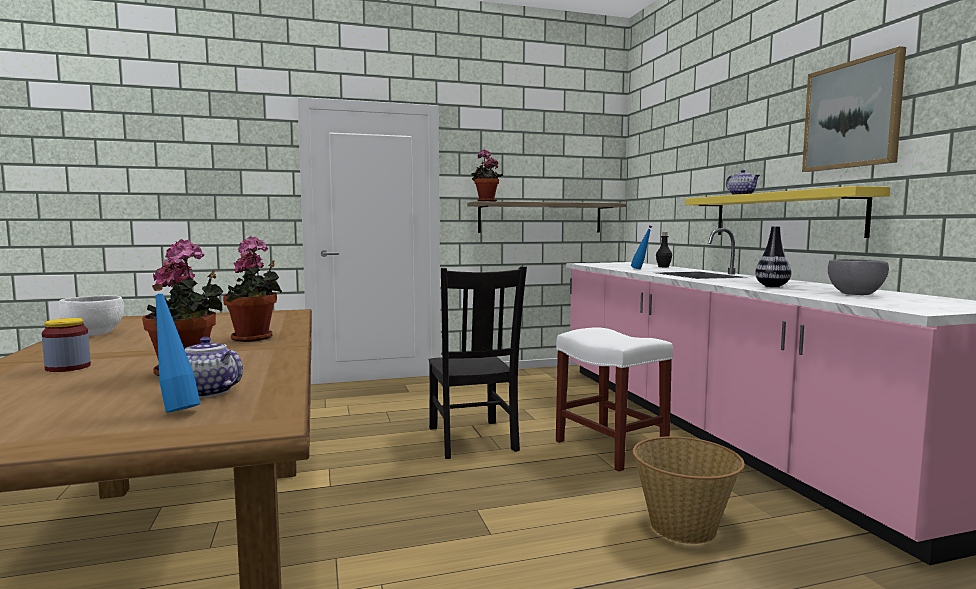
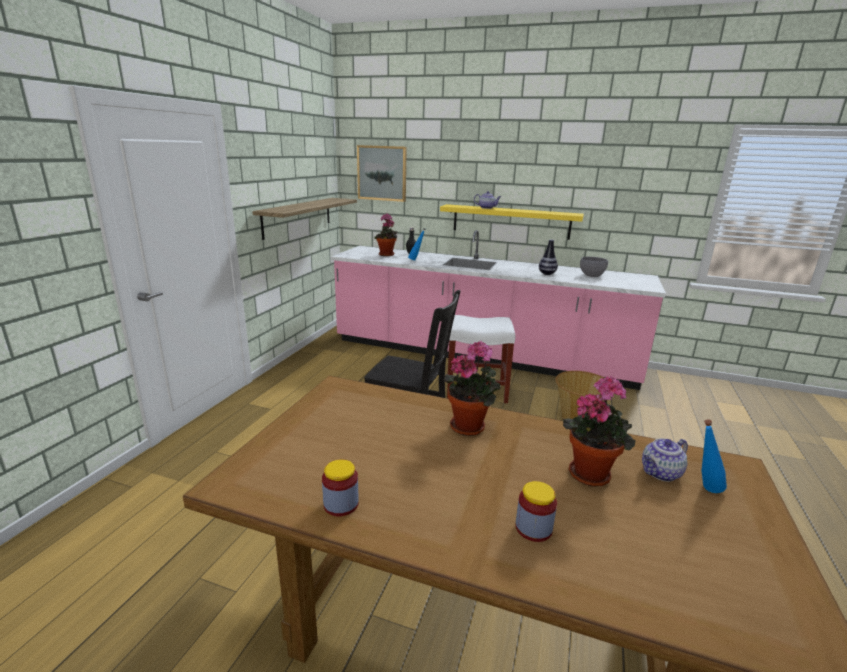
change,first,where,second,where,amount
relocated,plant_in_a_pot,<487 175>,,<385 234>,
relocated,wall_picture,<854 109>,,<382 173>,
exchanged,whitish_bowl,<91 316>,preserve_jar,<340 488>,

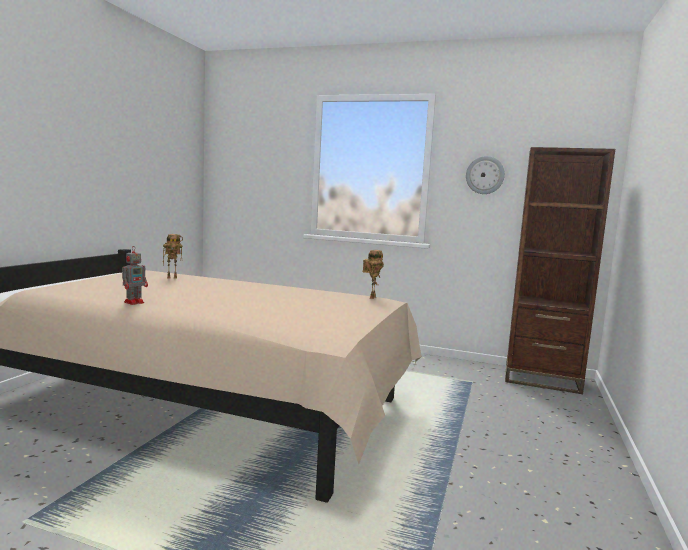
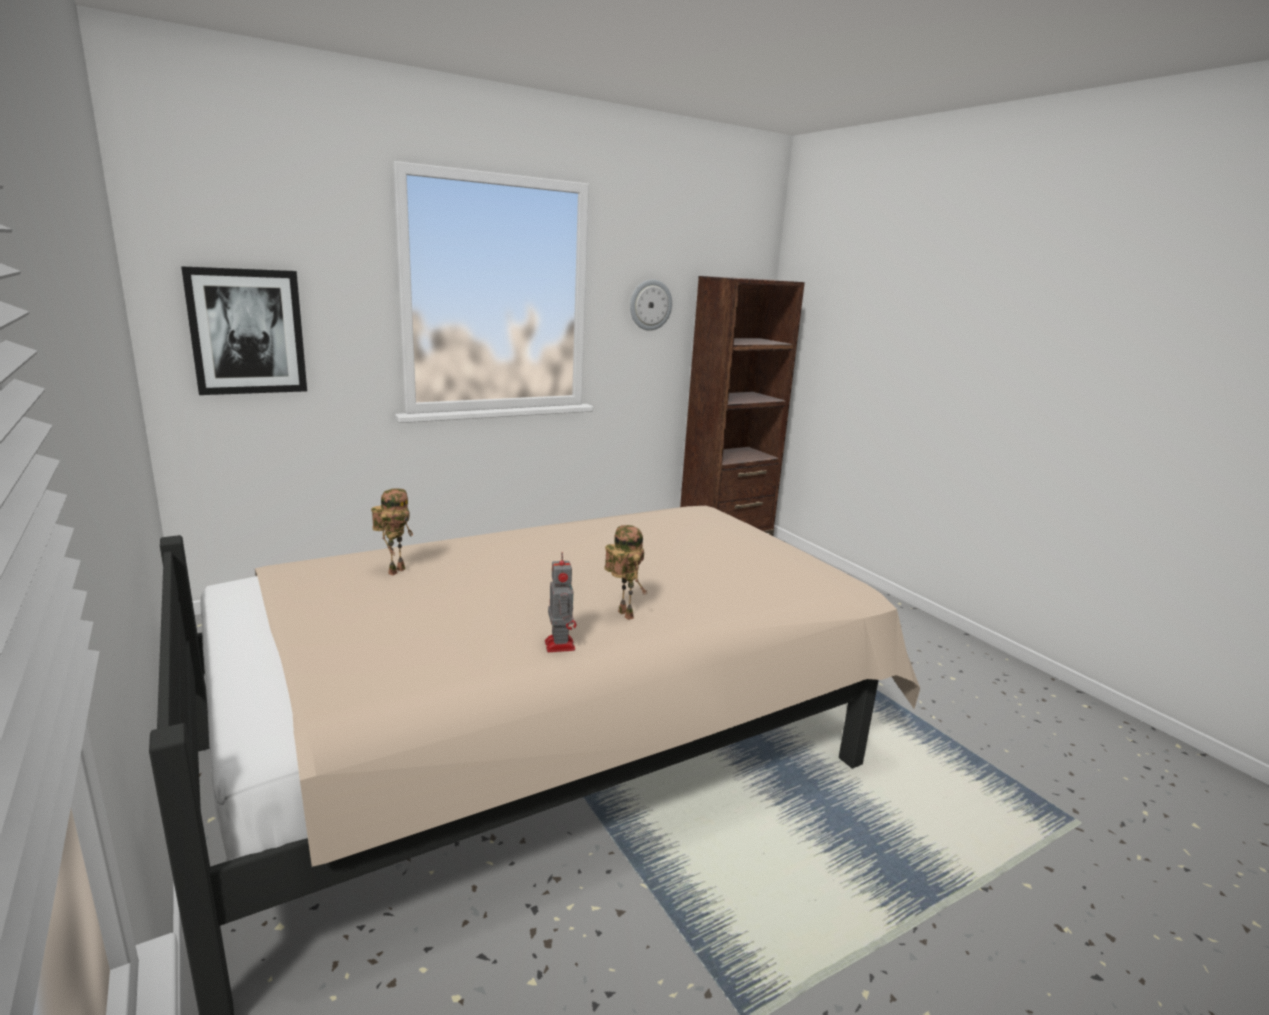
change,first,where,second,where,amount
appeared,,,wall_picture,<244 330>,
relocated,toy_robot,<373 274>,,<626 572>,

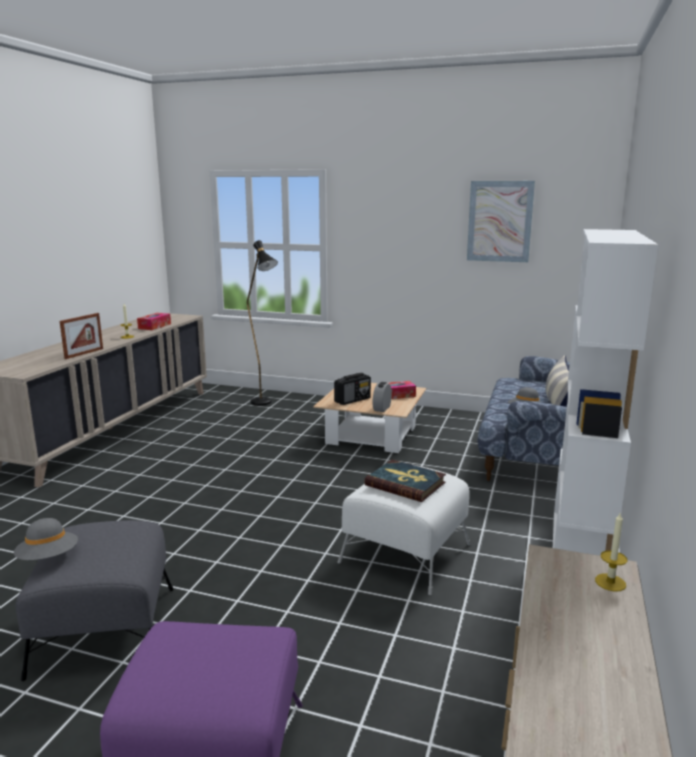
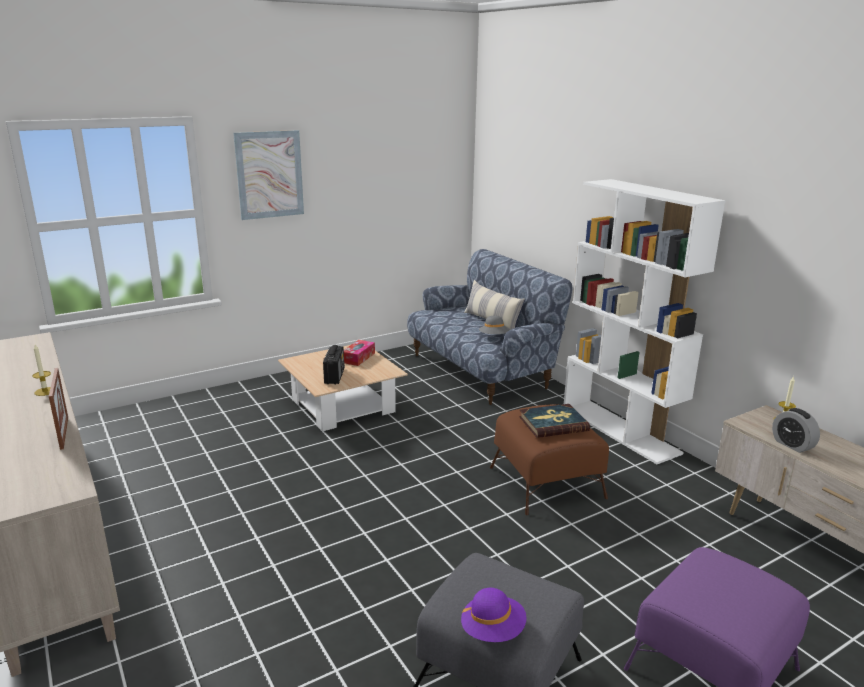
change,first,where,second,where,amount
missing,tissue_box,<154 321>,,,
missing,black_floor_lamp,<262 323>,,,
relocated,alarm_clock,<382 397>,,<796 430>,
relocated,wall_picture,<501 221>,,<268 175>,
colour,gray_clothing_hat,<46 539>,purplish_clothing_hat,<494 615>,
colour,whitish_ottoman,<404 529>,brown_ottoman,<549 459>,

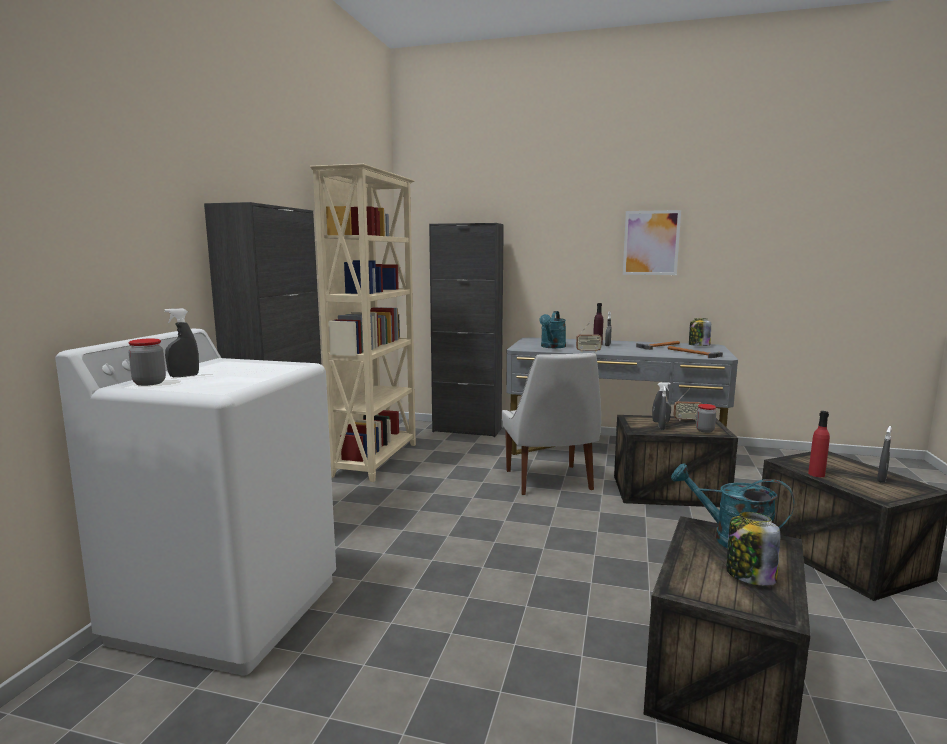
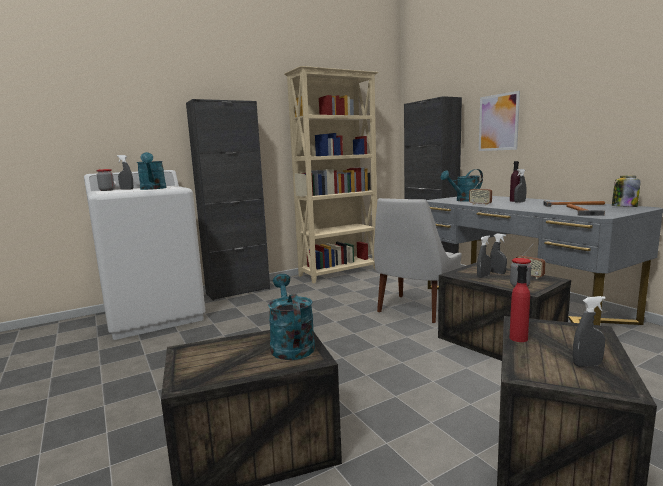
change,first,where,second,where,amount
missing,preserve_jar,<753 549>,,,
appeared,,,turquoise-coloured_watering_pot,<152 171>,
relocated,wall_picture,<652 242>,,<499 121>,

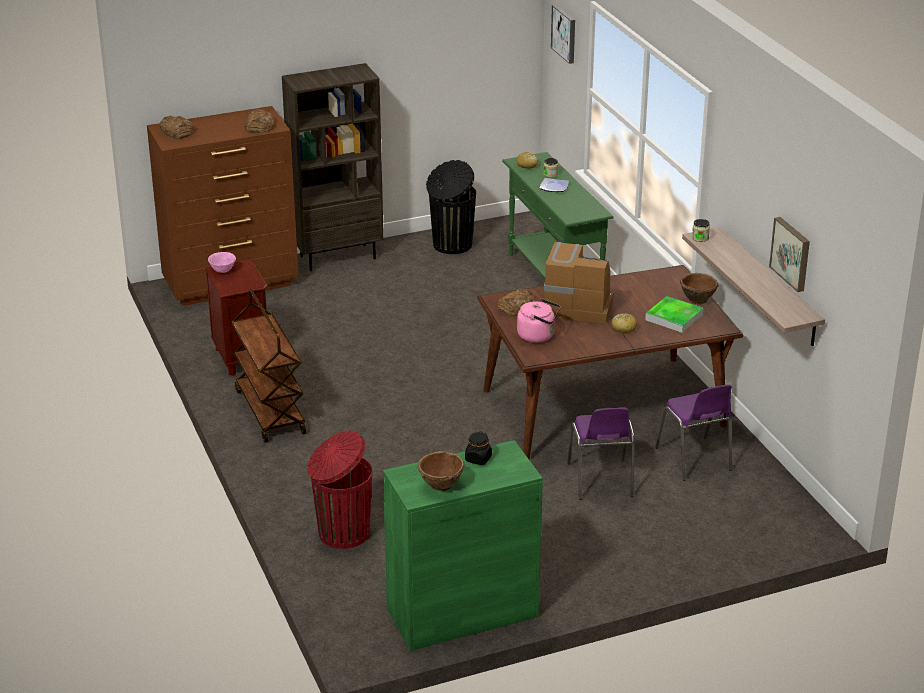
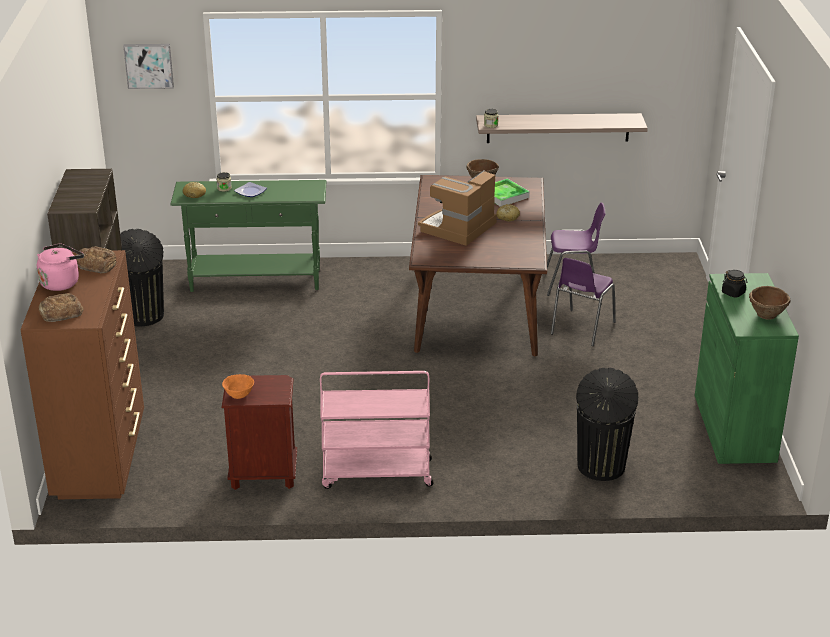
change,first,where,second,where,amount
missing,bread,<517 302>,,,
missing,wall_picture,<789 254>,,,
relocated,pink-coloured_tea_kettle,<539 321>,,<60 267>,
colour,pink-coloured_bowl,<222 262>,orange-coloured_bowl,<238 386>,
colour,brown_wheeled_cart,<268 366>,pink-coloured_wheeled_cart,<376 430>,
colour,red_trash_can,<340 489>,black_trash_can,<607 424>,
spun,purplish_plain_chair,<601 454>,,<583 302>,105 degrees clockwise

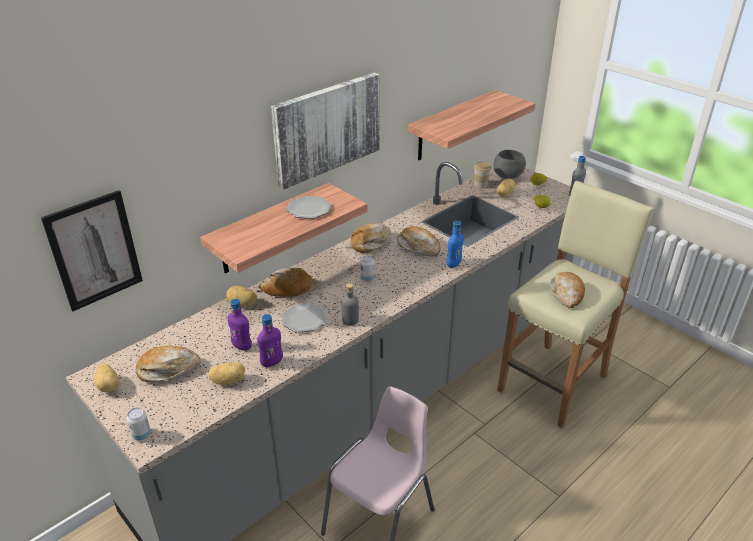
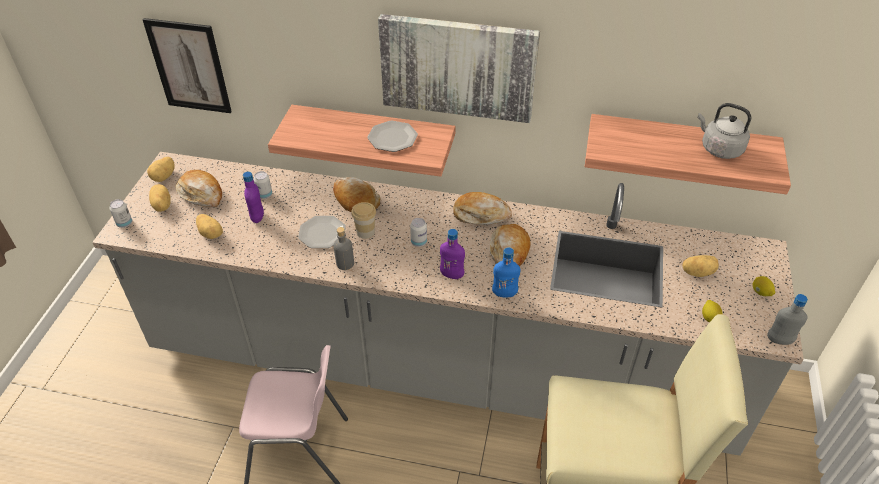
change,first,where,second,where,amount
missing,gray_bowl,<509 164>,,,
missing,bread,<568 290>,,,
appeared,,,sealed_can,<262 185>,
appeared,,,gray_tea_kettle,<724 131>,
relocated,spud,<241 296>,,<160 198>,
relocated,purplish_beverage_bottle,<270 340>,,<452 254>,
relocated,cup,<482 174>,,<363 220>,

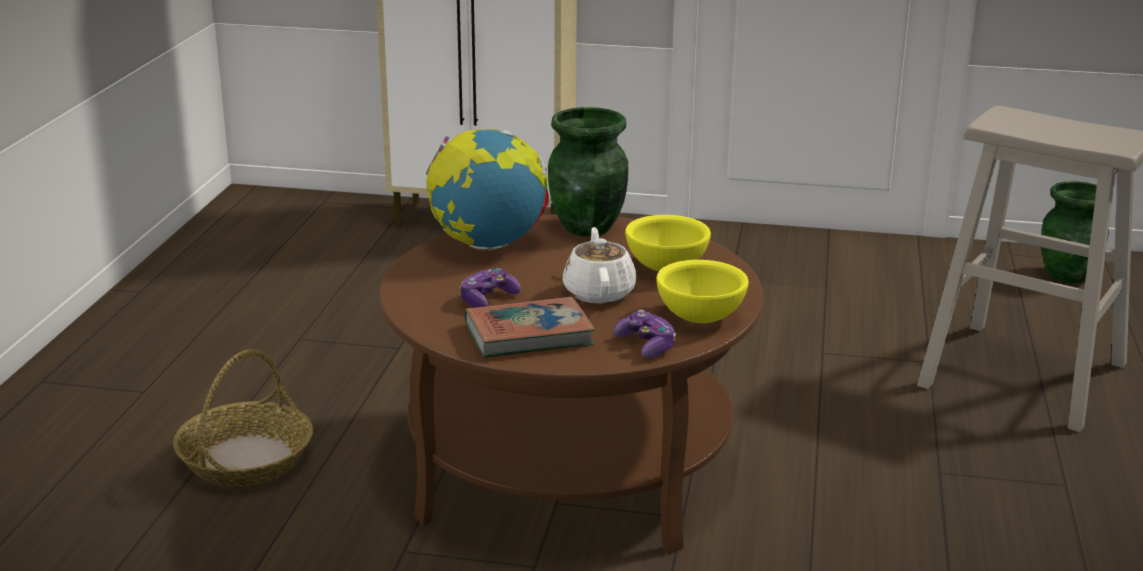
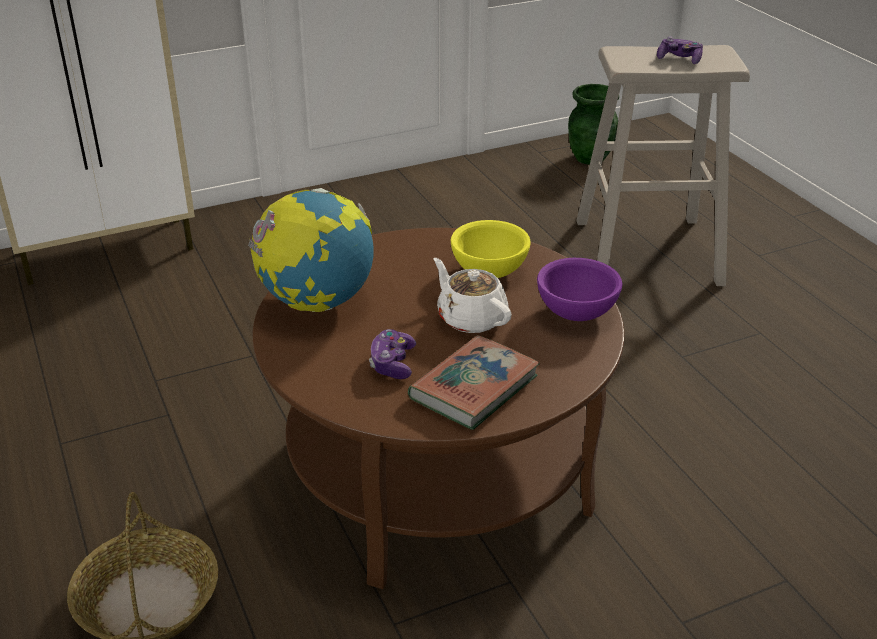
change,first,where,second,where,amount
missing,green_vase,<588 171>,,,
relocated,joypad,<644 333>,,<680 50>,
colour,yellowish_bowl,<702 291>,purplish_bowl,<580 289>,

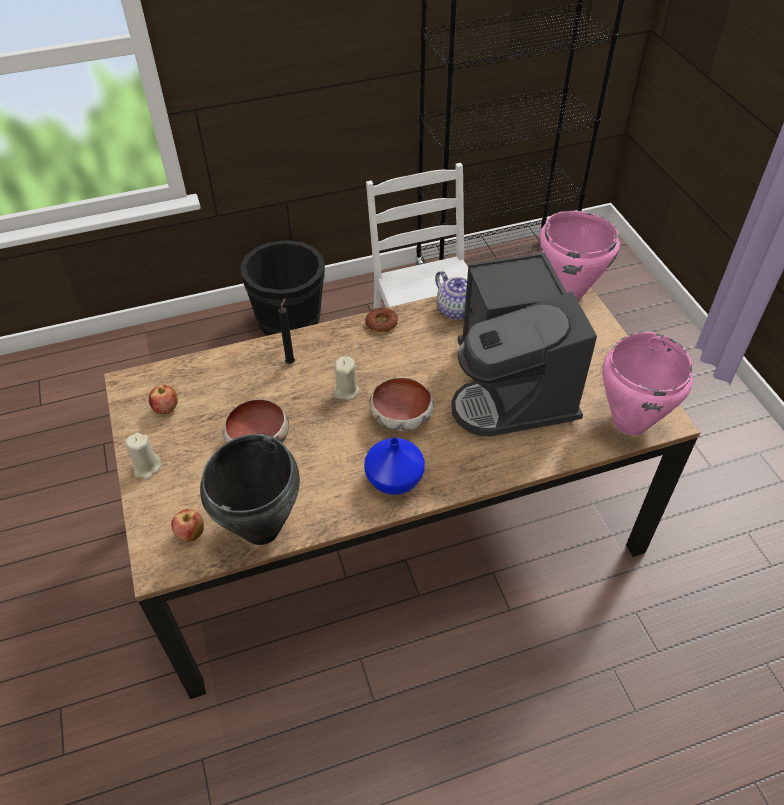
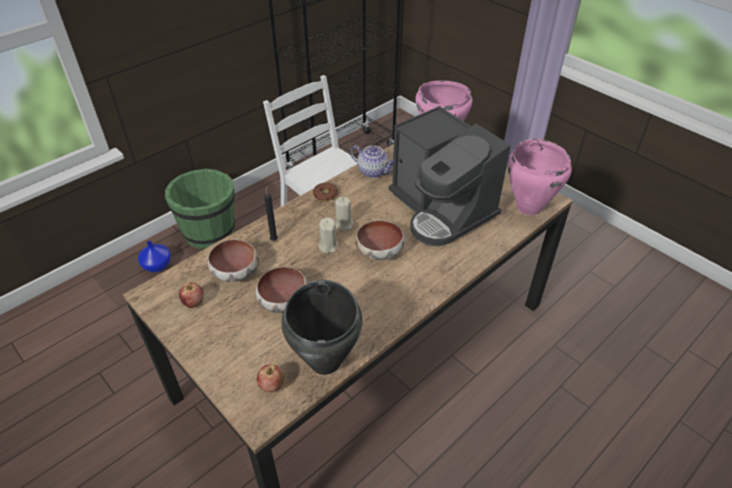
change,first,where,second,where,amount
appeared,,,bowl,<233 260>,
relocated,beige-coloured_wax_candle,<143 456>,,<344 214>,
relocated,blue-coloured_vase,<394 466>,,<154 256>,
colour,black_bucket,<282 287>,green_bucket,<200 209>,

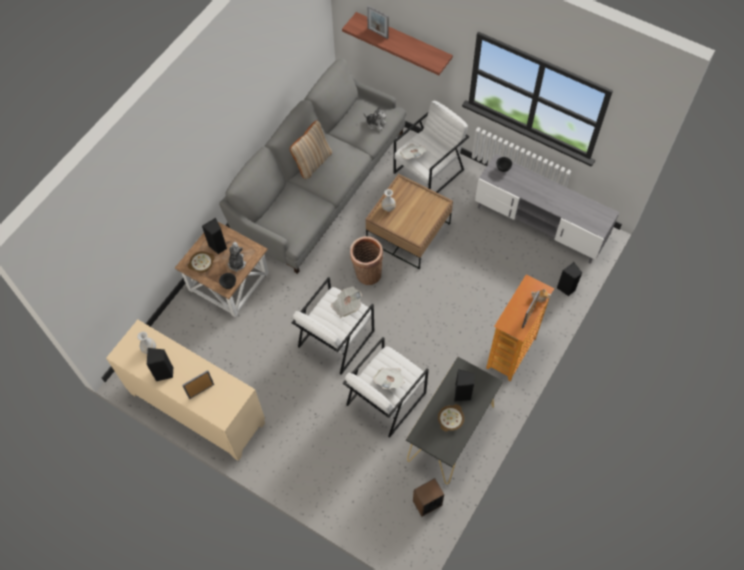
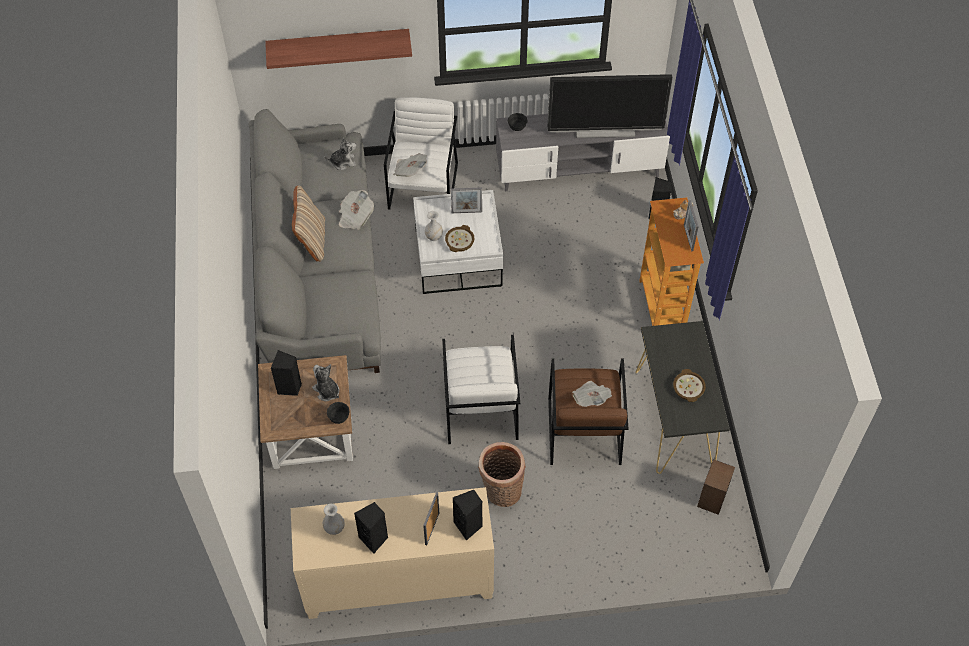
change,first,where,second,where,amount
appeared,,,TV_set,<610 106>,
relocated,bowl,<201 262>,,<459 238>,
relocated,daily_paper,<346 302>,,<356 210>,
relocated,basket,<366 260>,,<502 474>,
relocated,picture_frame,<377 22>,,<466 200>,
relocated,black_loudspeaker,<464 385>,,<467 515>,
colour,whitish_lounge_chair,<386 387>,brown_lounge_chair,<588 412>,
colour,brown_coffee_table,<409 221>,whitish_coffee_table,<458 242>,

